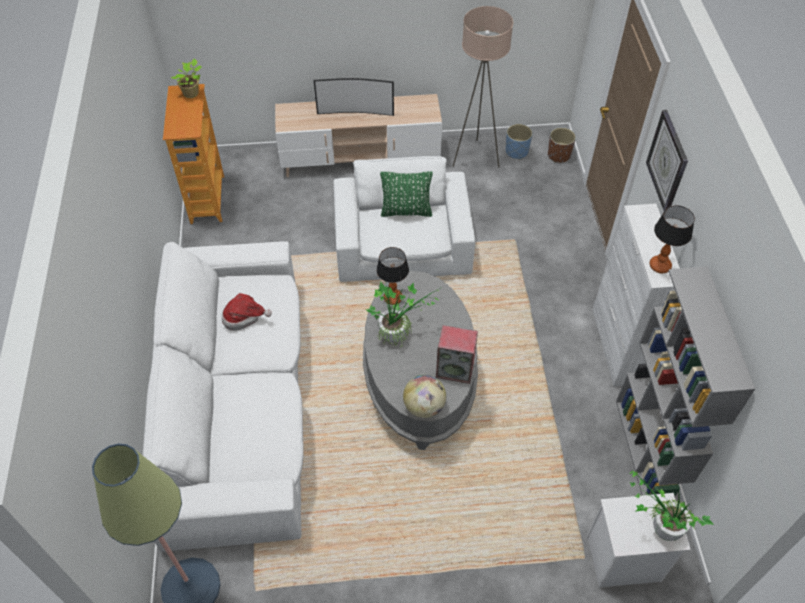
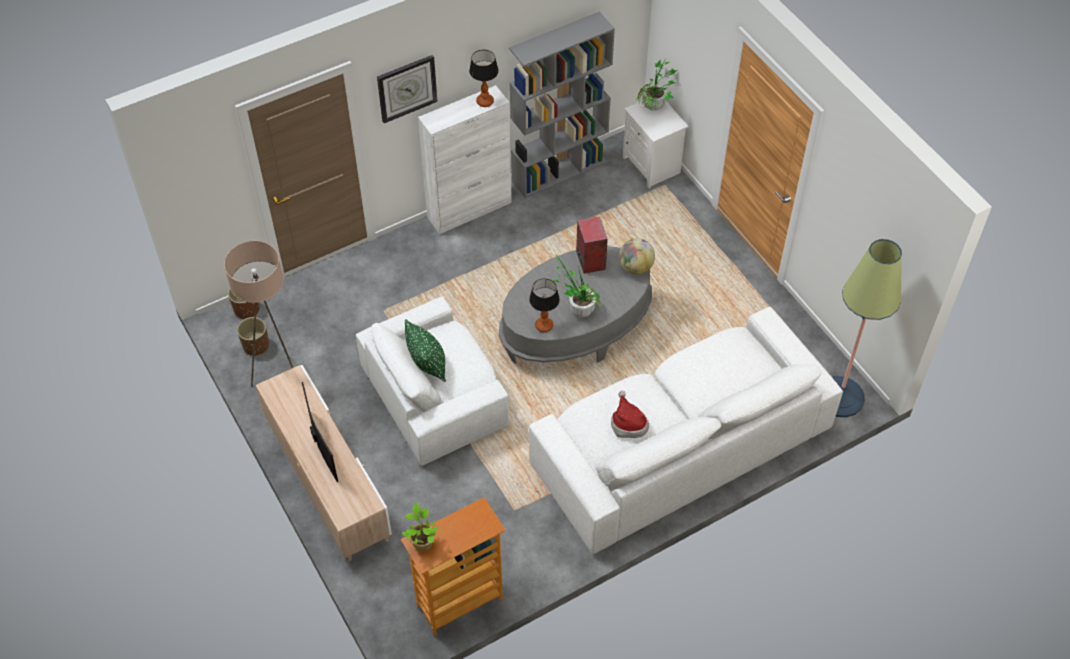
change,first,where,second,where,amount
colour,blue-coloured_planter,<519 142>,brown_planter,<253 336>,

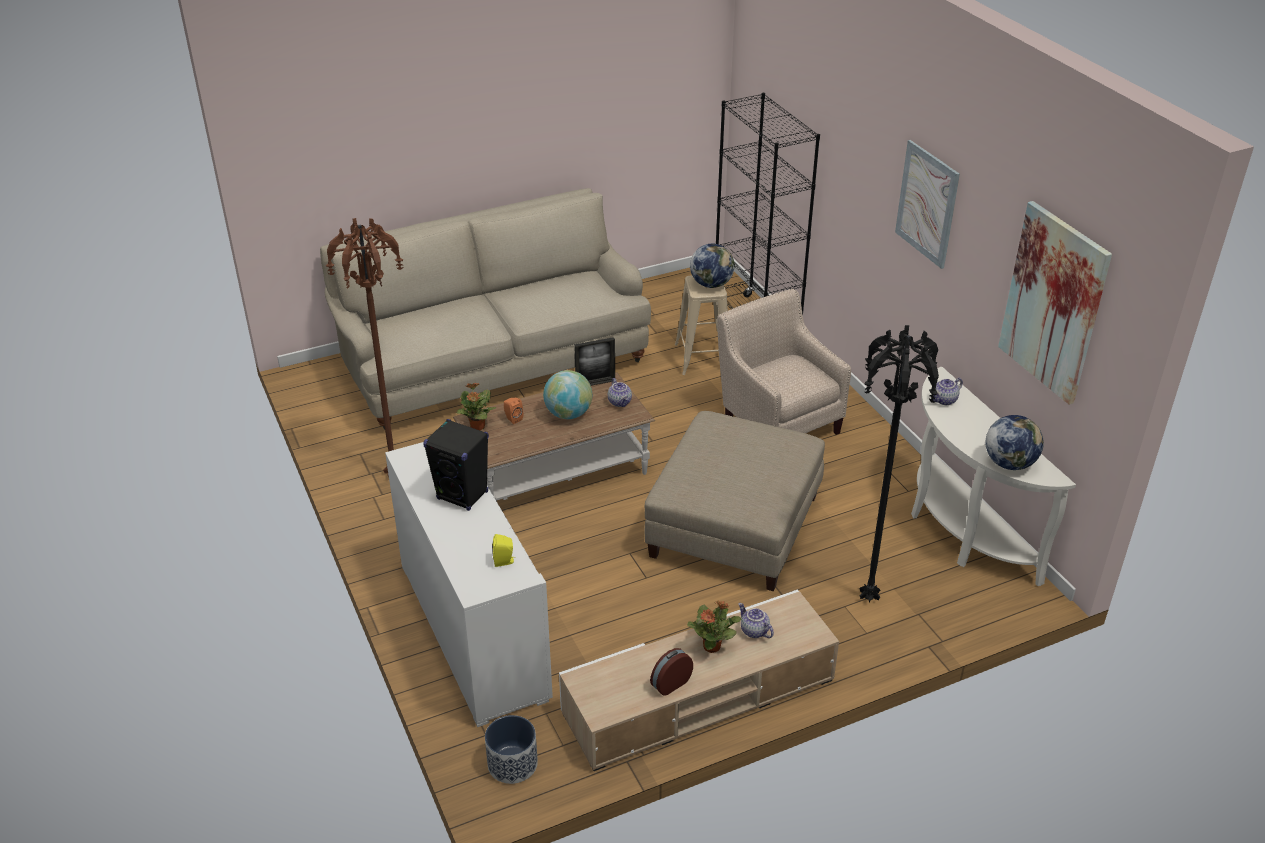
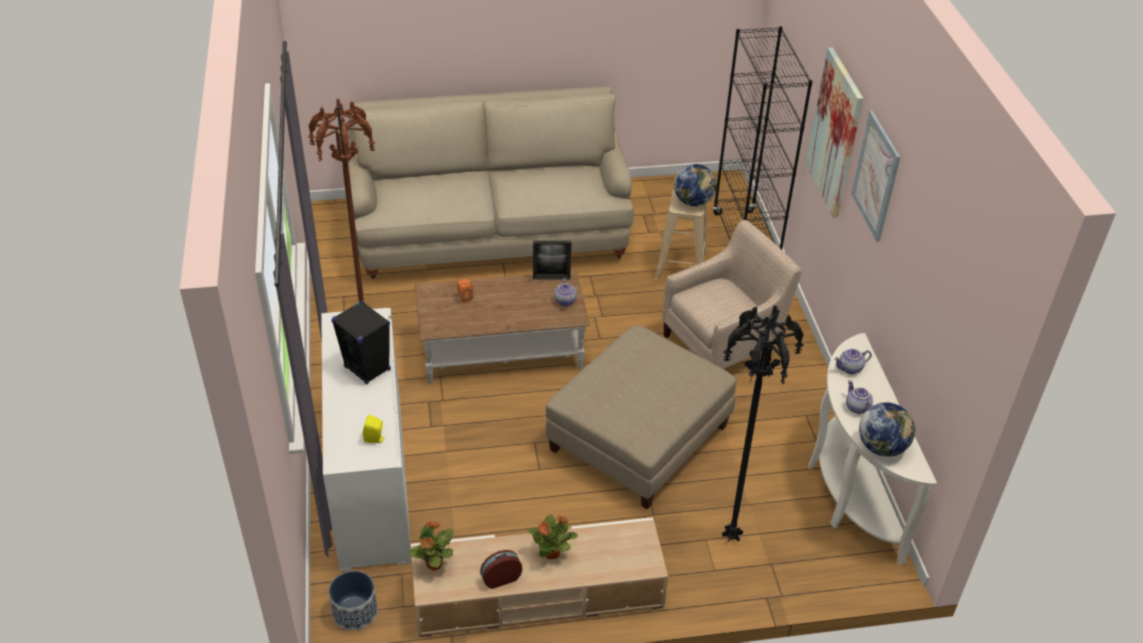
change,first,where,second,where,amount
missing,globe,<568 394>,,,
relocated,plant_in_a_pot,<476 406>,,<431 546>,
relocated,tea_pot,<756 620>,,<859 397>,
relocated,wall_picture,<1055 303>,,<834 132>,
spun,beige-coloured_lounge_chair,<784 362>,,<732 294>,75 degrees clockwise

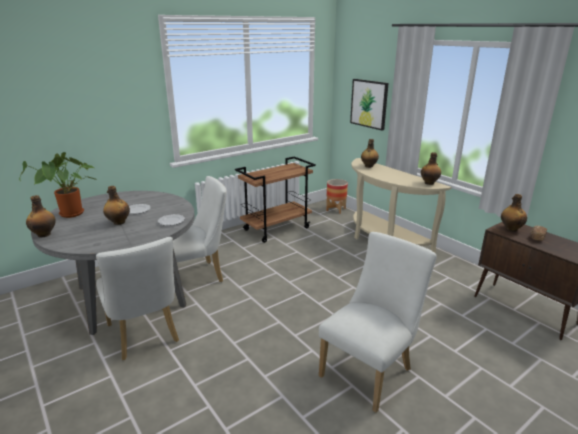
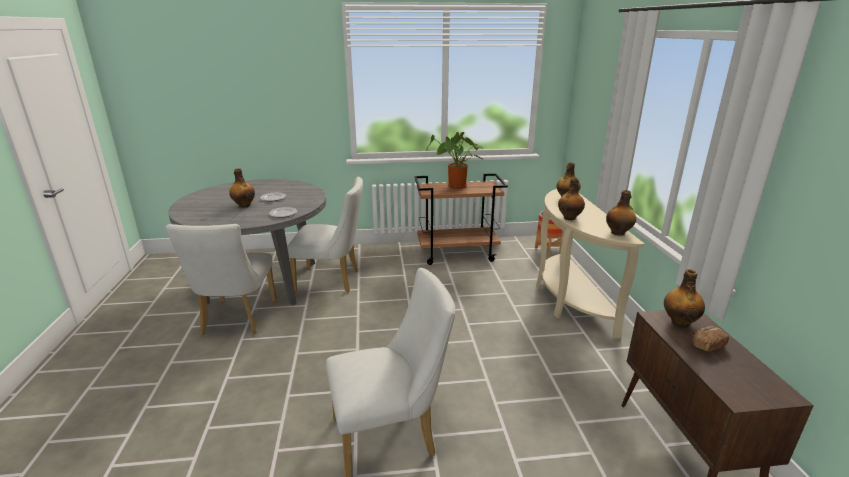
change,first,where,second,where,amount
missing,wall_picture,<369 105>,,,
relocated,plant_in_a_pot,<58 185>,,<455 160>,
relocated,beverage_bottle,<41 216>,,<571 199>,

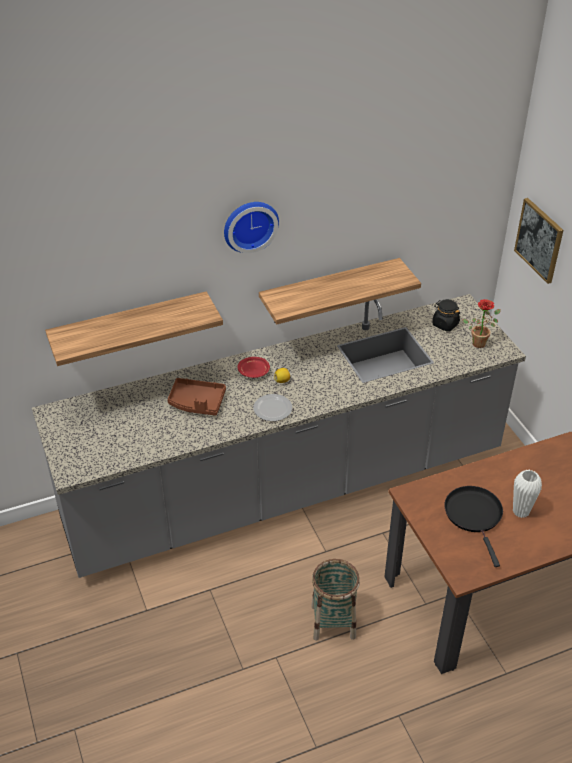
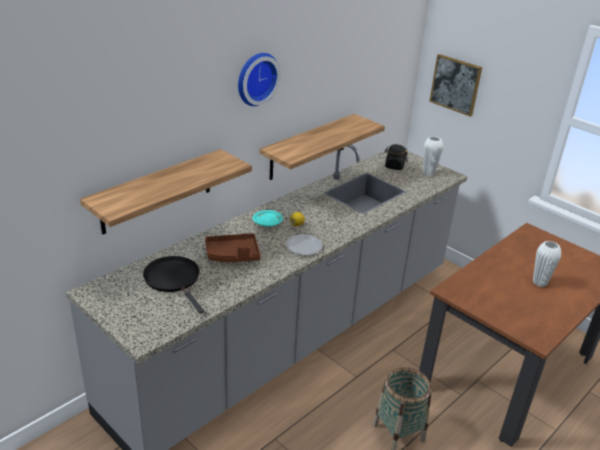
change,first,where,second,where,amount
relocated,black_pan,<473 526>,,<173 285>,
exchanged,plant_in_a_pot,<482 323>,whitish_vase,<433 156>,
colour,red_plate,<253 367>,turquoise-coloured_plate,<268 218>,

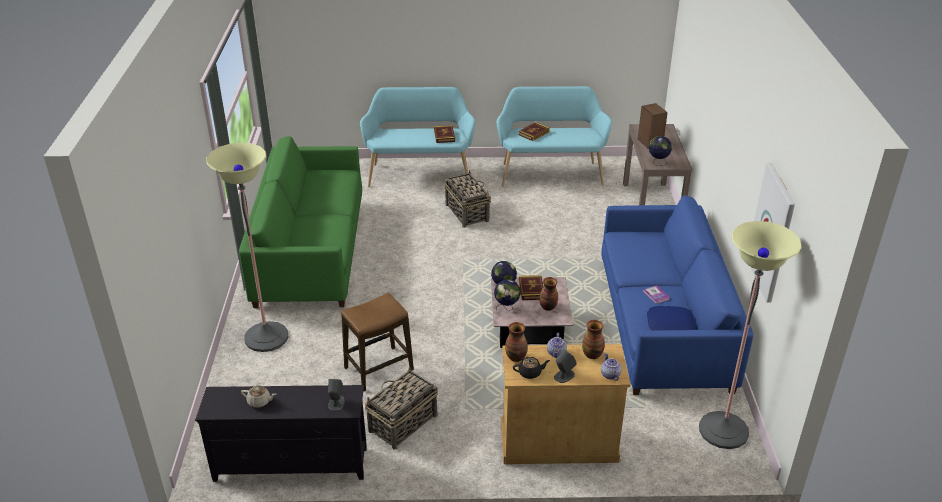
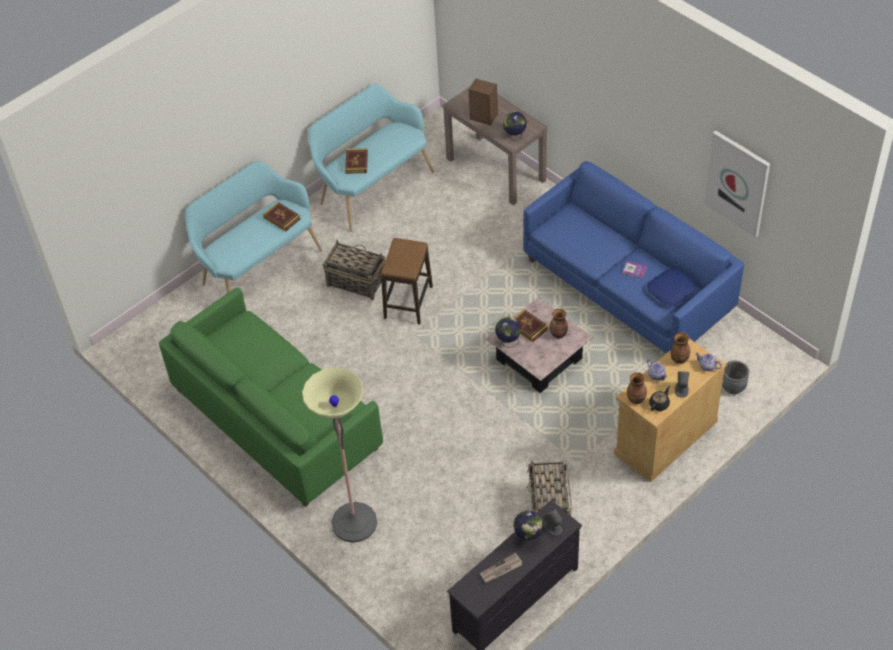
change,first,where,second,where,amount
missing,floor_lamp,<750 335>,,,
appeared,,,gray_planter,<735 377>,
relocated,stool_seat,<377 342>,,<407 281>,
relocated,globe,<507 295>,,<528 528>,
exchanged,beige-coloured_tea_pot,<258 396>,daily_paper,<501 568>,

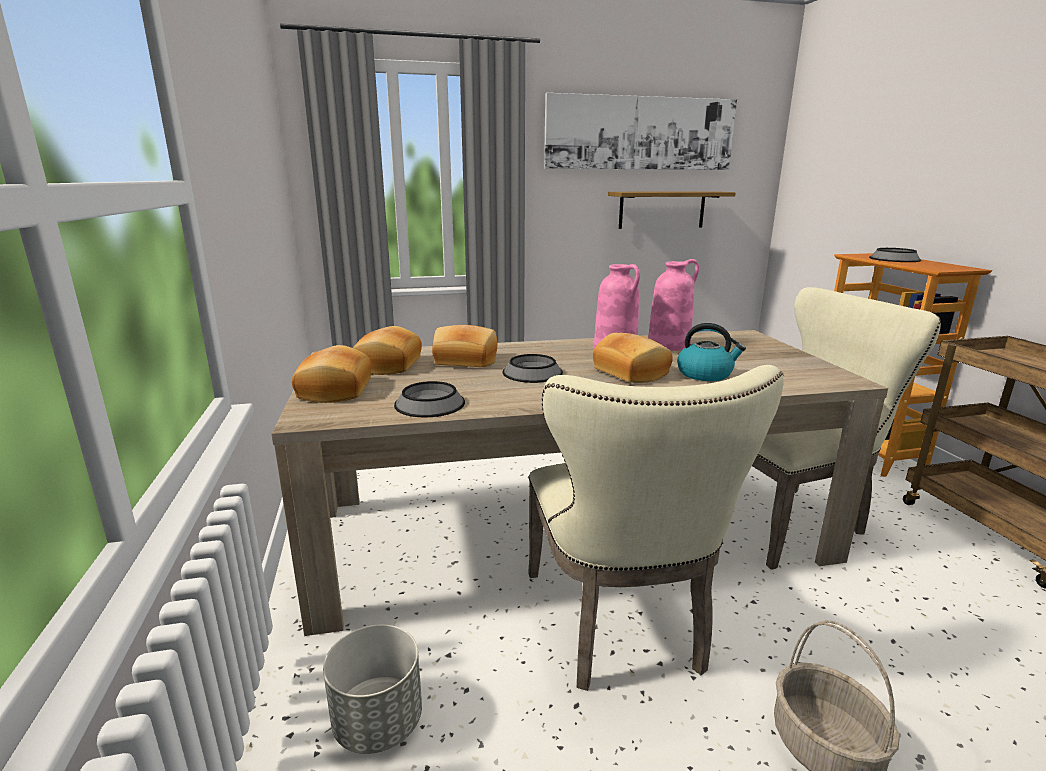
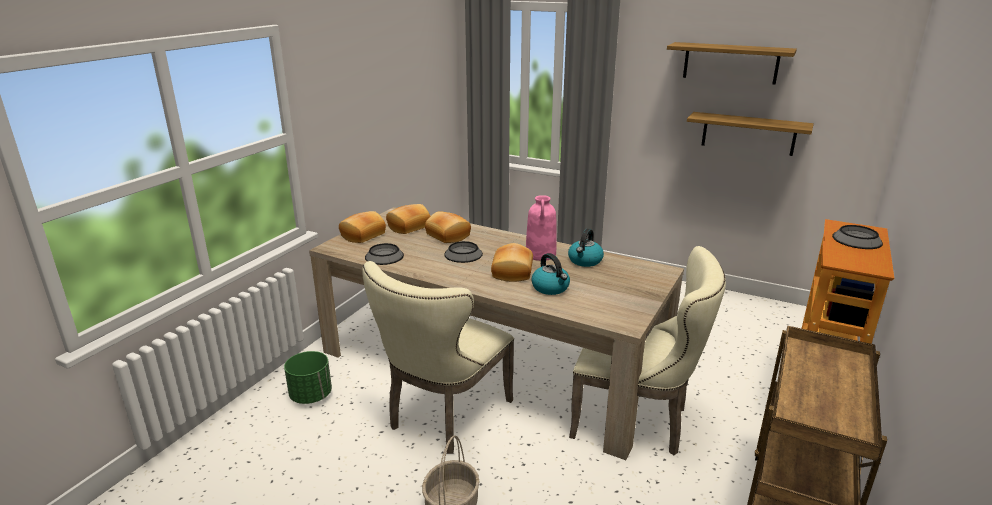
change,first,where,second,where,amount
exchanged,wall_picture,<640 131>,shelf,<732 63>,
exchanged,pink-coloured_vase,<673 305>,tea_kettle,<586 248>,
colour,gray_planter,<372 689>,green_planter,<308 377>,

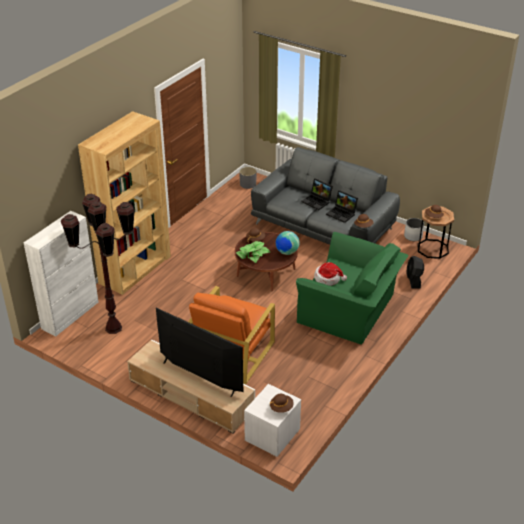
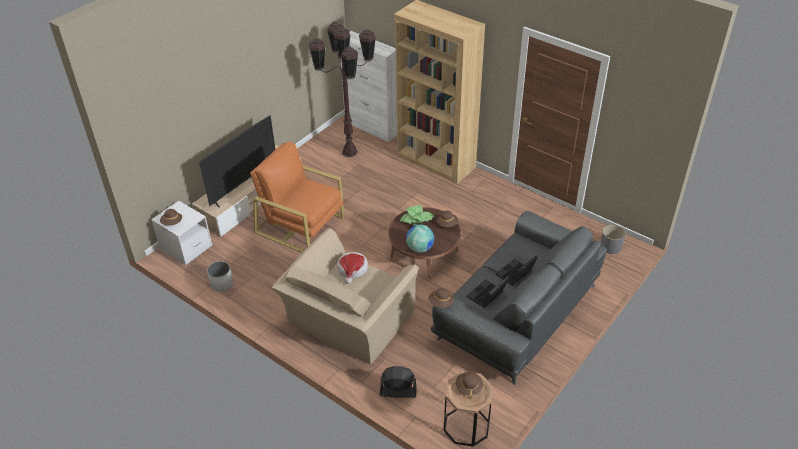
change,first,where,second,where,amount
relocated,whitish_planter,<414 229>,,<220 276>,
colour,green_lounge_chair,<352 288>,beige-coloured_lounge_chair,<345 296>,

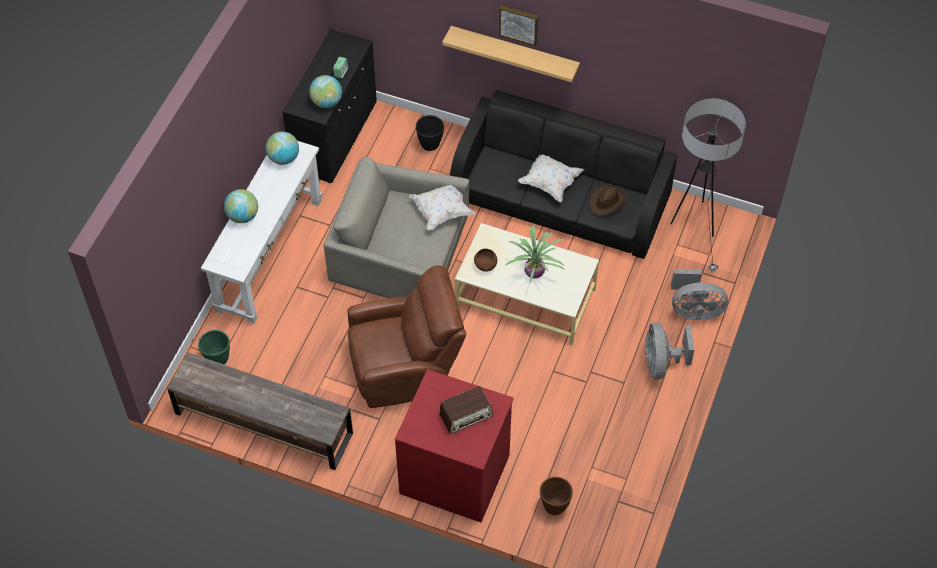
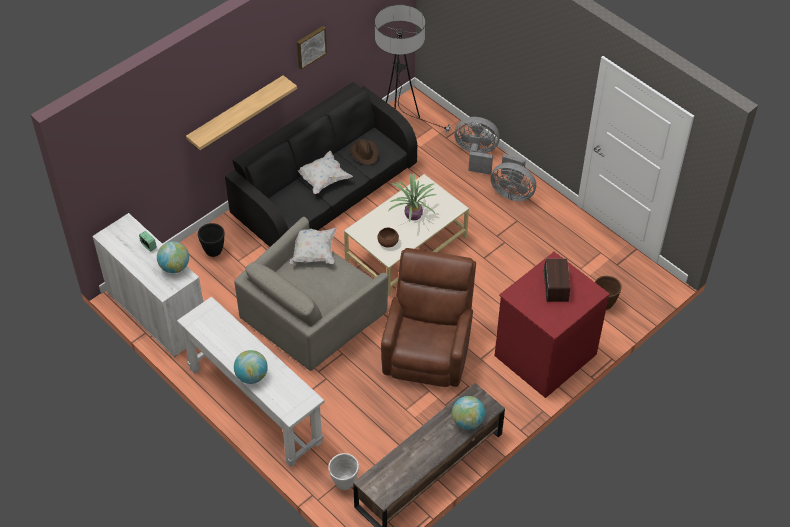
change,first,where,second,where,amount
relocated,globe,<282 148>,,<468 413>,
relocated,wall_picture,<518 25>,,<312 48>,
colour,green_planter,<214 347>,whitish_planter,<344 471>,
colour,black_cabinet,<329 106>,whitish_cabinet,<147 285>,
spun,gray_cooling_fan,<699 294>,,<477 146>,105 degrees counterclockwise

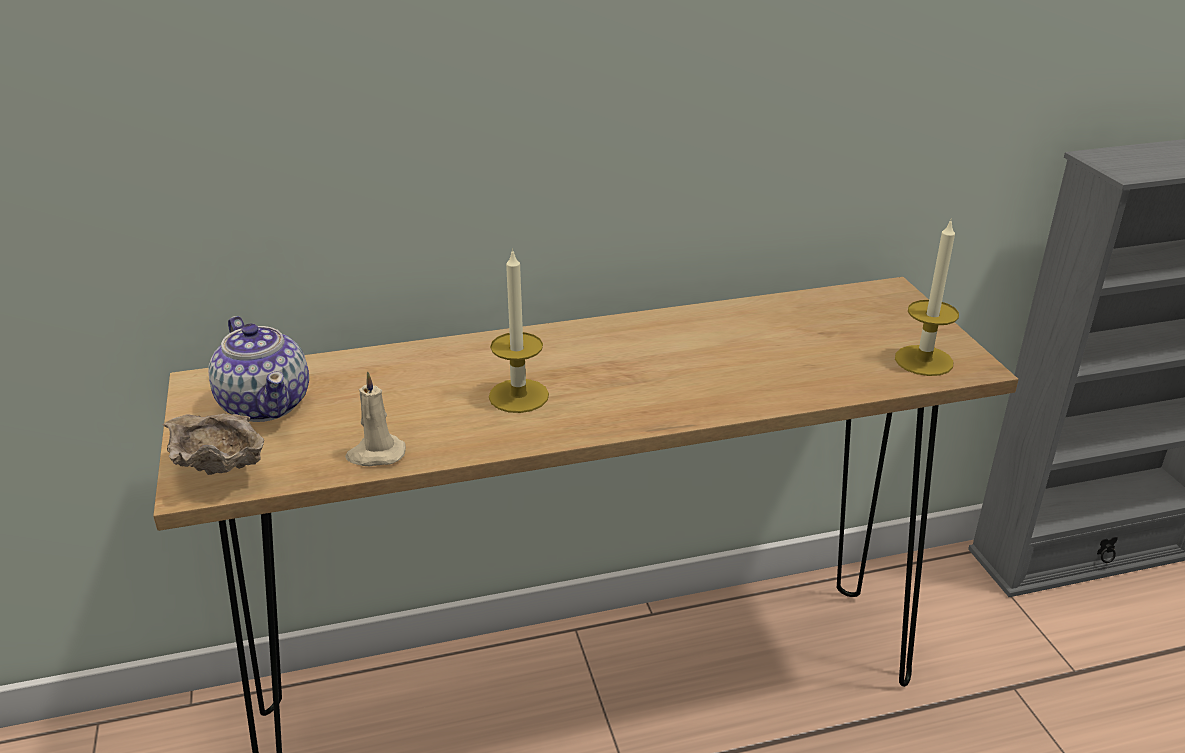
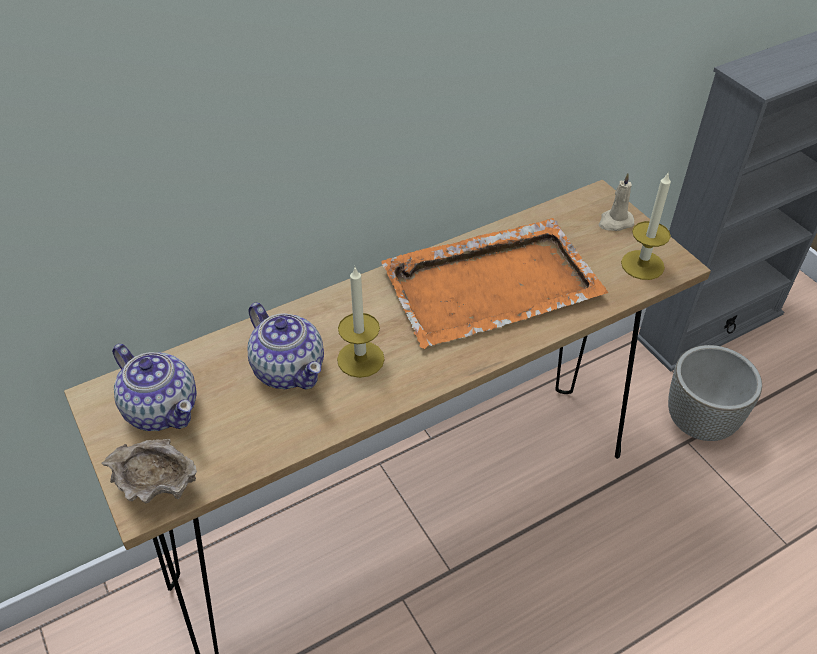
change,first,where,second,where,amount
appeared,,,tea_pot,<286 346>,
appeared,,,orange-coloured_serving_tray,<494 283>,
appeared,,,gray_planter,<715 393>,
relocated,beige-coloured_wax_candle,<375 418>,,<616 202>,

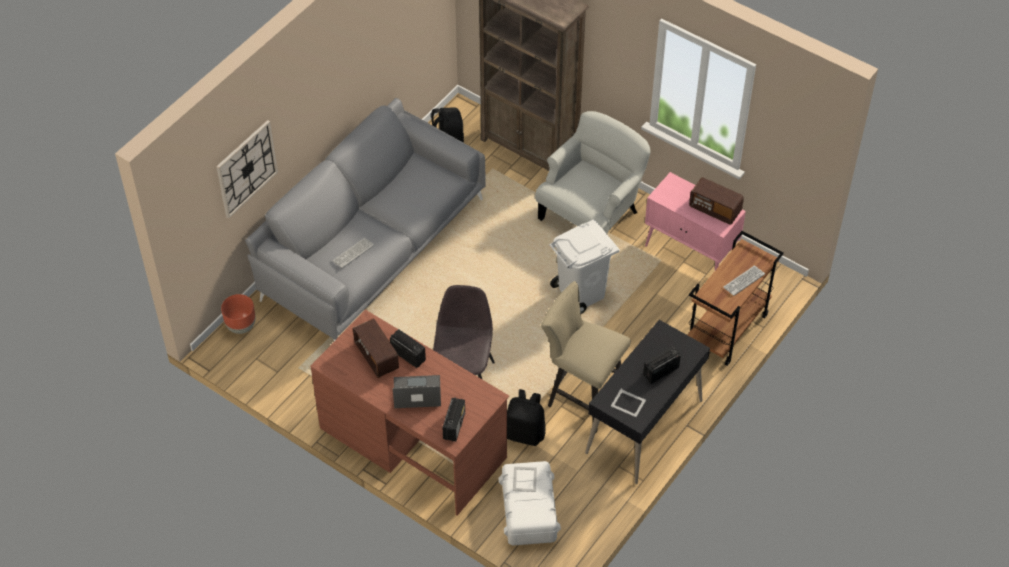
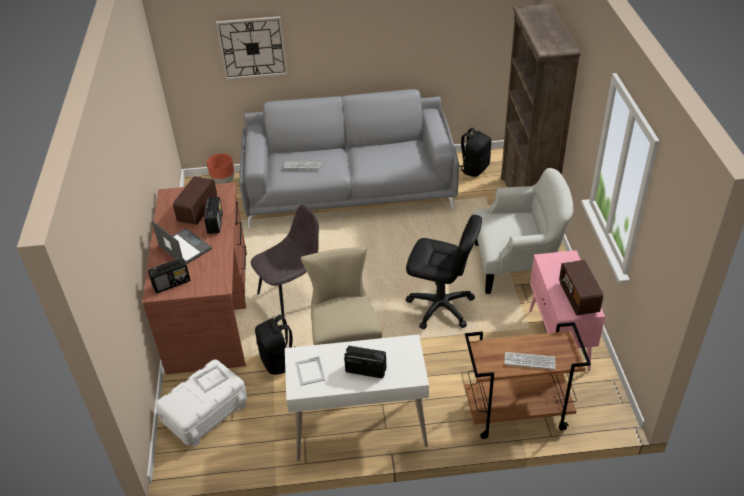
change,first,where,second,where,amount
exchanged,whitish_trash_can,<584 266>,black_desk_chair,<444 272>,
colour,black_desk_table,<647 402>,whitish_desk_table,<357 397>,

